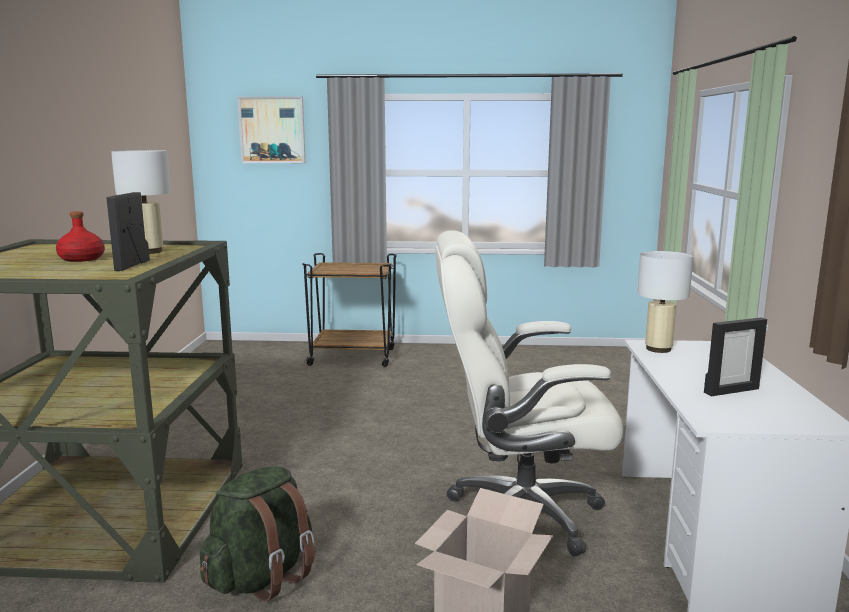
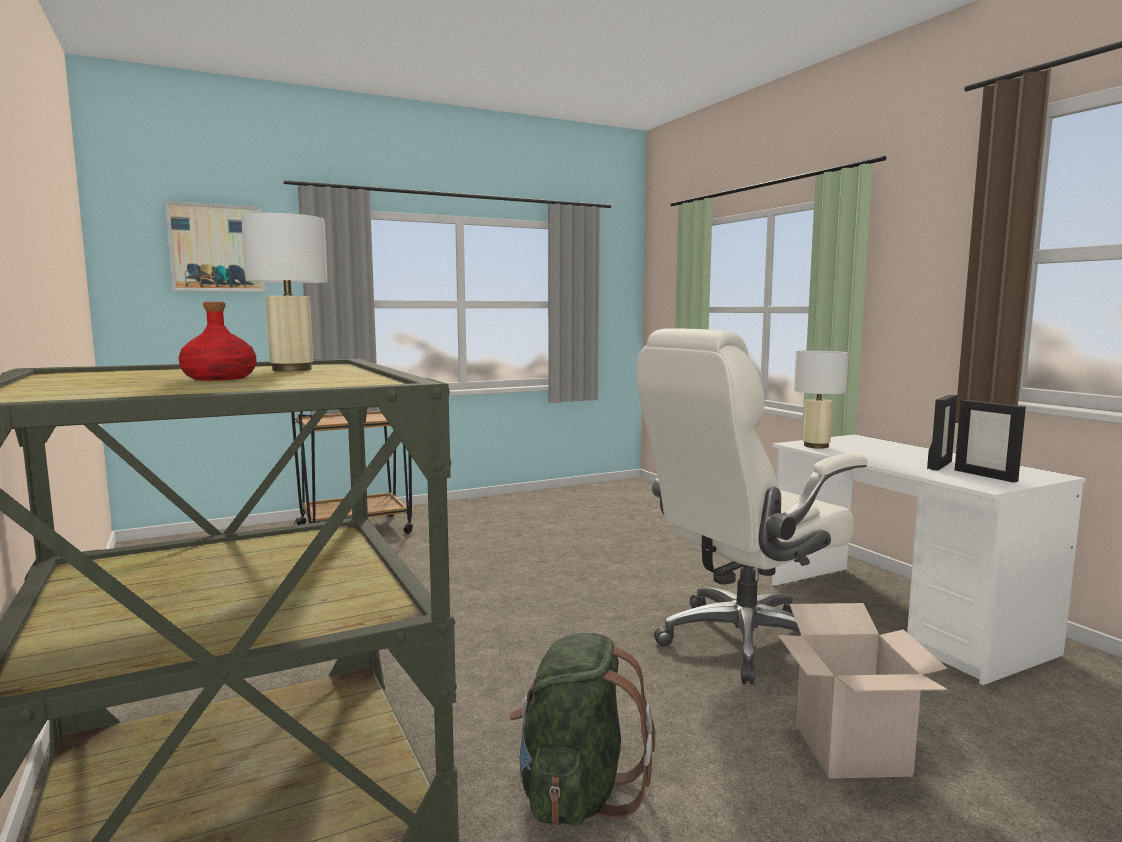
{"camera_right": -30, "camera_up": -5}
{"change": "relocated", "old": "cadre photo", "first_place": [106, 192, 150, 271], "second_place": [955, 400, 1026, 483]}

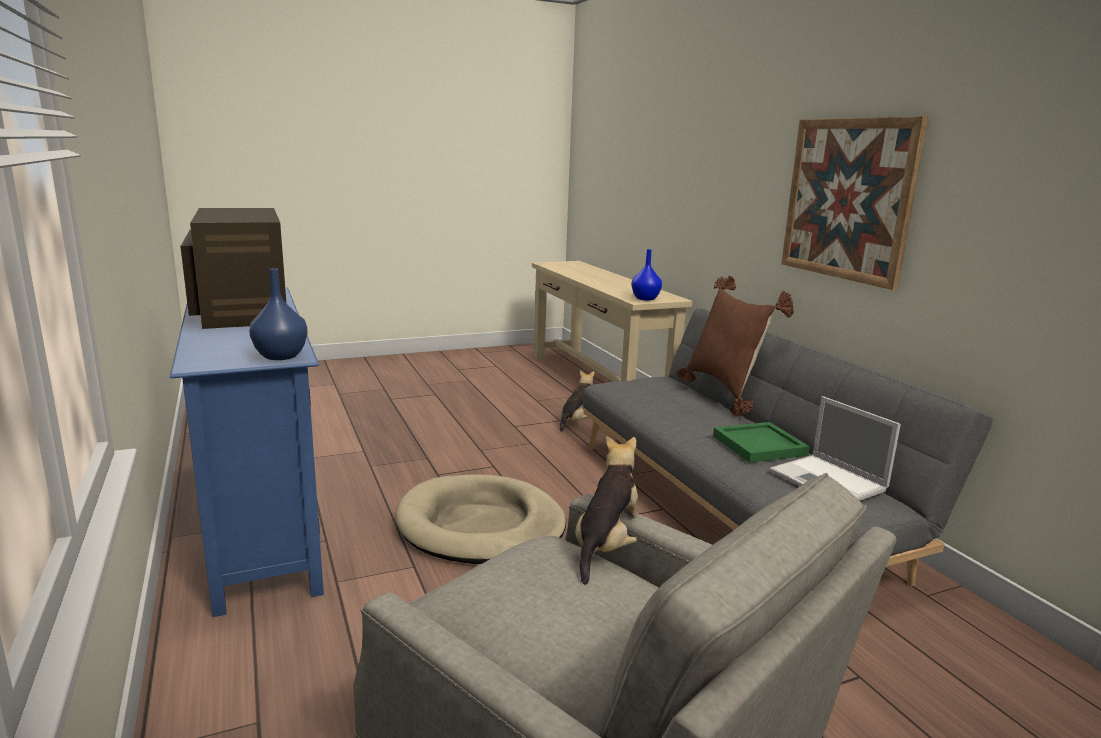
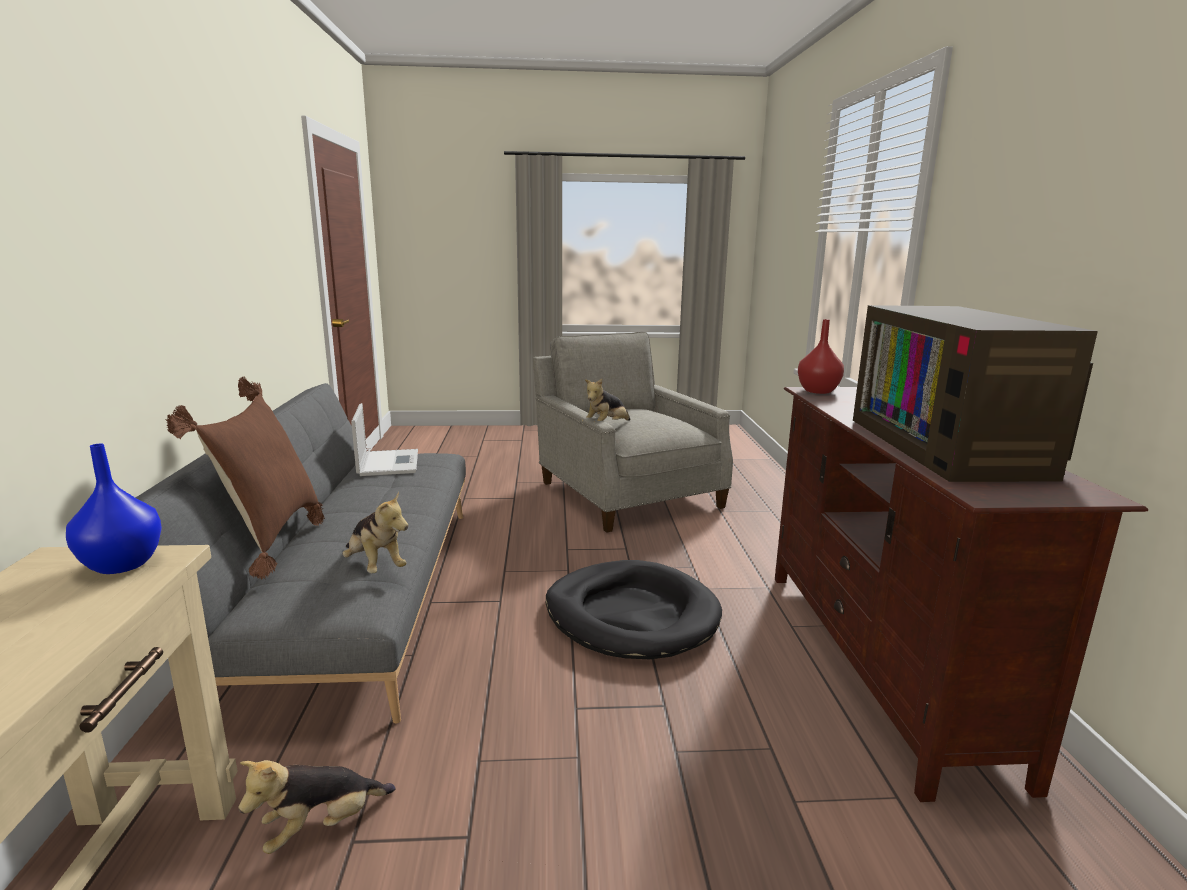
{"camera_right": -160, "camera_up": 0}
{"change": "missing", "old": "tableau", "first_place": [781, 116, 928, 290]}
{"change": "colour", "old": "vase/bleu", "new": "vase/rouge", "first_place": [249, 268, 308, 360], "second_place": [798, 319, 844, 394]}
{"change": "colour", "old": "meuble télé/bleu", "new": "meuble télé/marron", "first_place": [170, 287, 324, 617], "second_place": [775, 387, 1148, 802]}
{"change": "missing", "old": "plateau/vert", "first_place": [713, 422, 810, 463]}
{"change": "colour", "old": "panier pour chien/beige", "new": "panier pour chien/noir", "first_place": [395, 474, 566, 564], "second_place": [546, 560, 722, 659]}
{"change": "appeared", "new": "peluche", "second_place": [343, 491, 408, 573]}

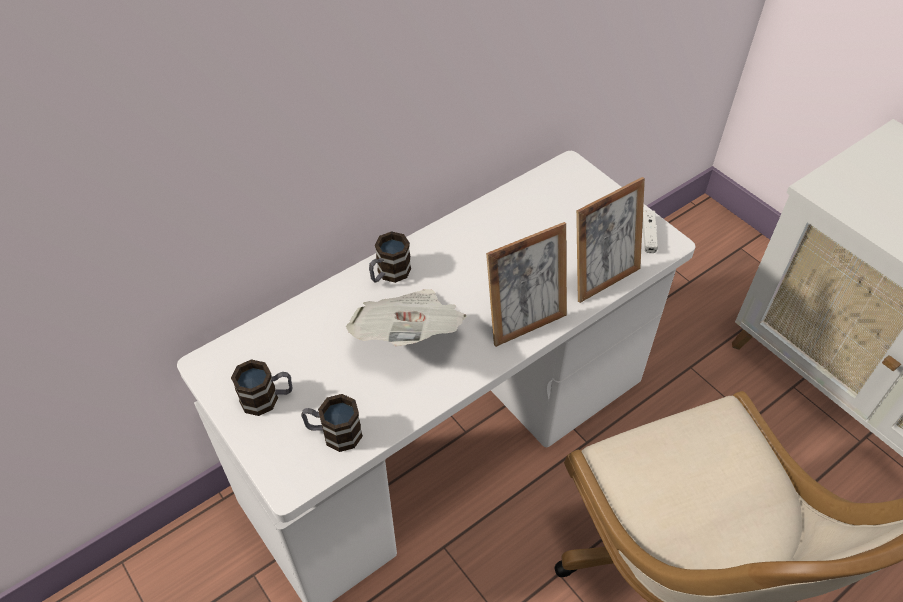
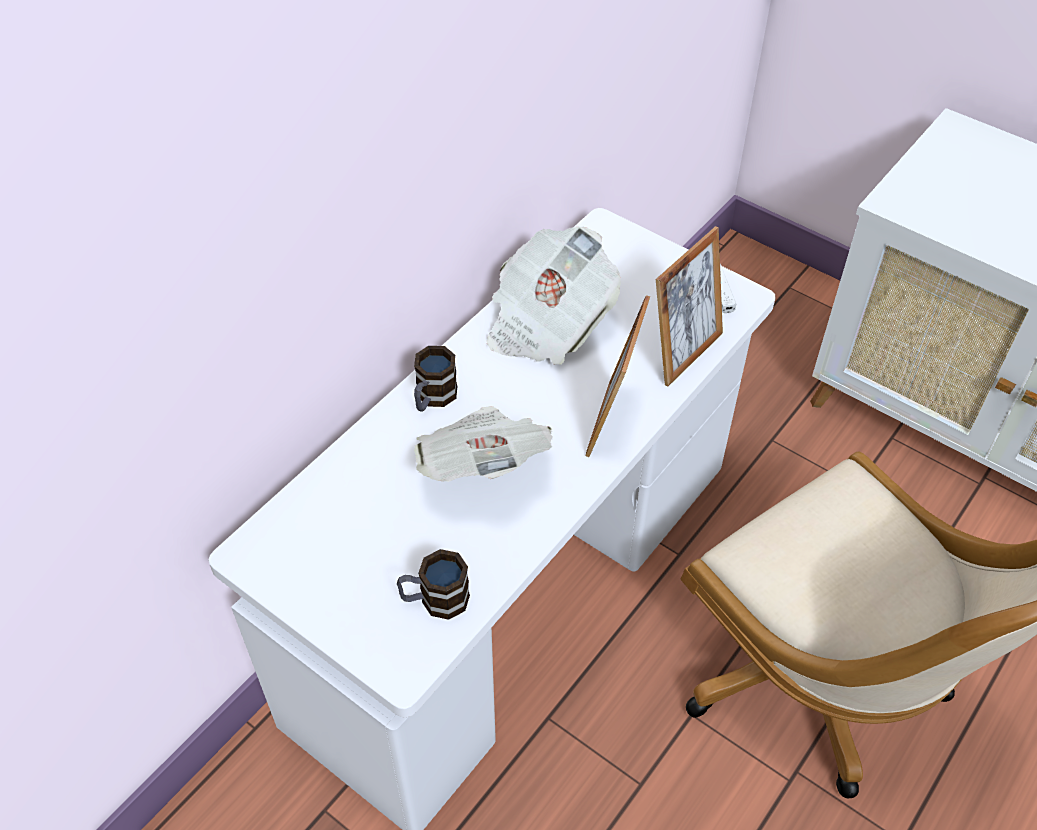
{"camera_right": -15, "camera_up": 0}
{"change": "spun", "old": "cadre photo", "first_place": [486, 222, 567, 347], "second_place": [586, 295, 650, 457], "degrees": 150}
{"change": "missing", "old": "mug", "first_place": [231, 359, 293, 416]}
{"change": "appeared", "new": "journal", "second_place": [487, 227, 621, 365]}

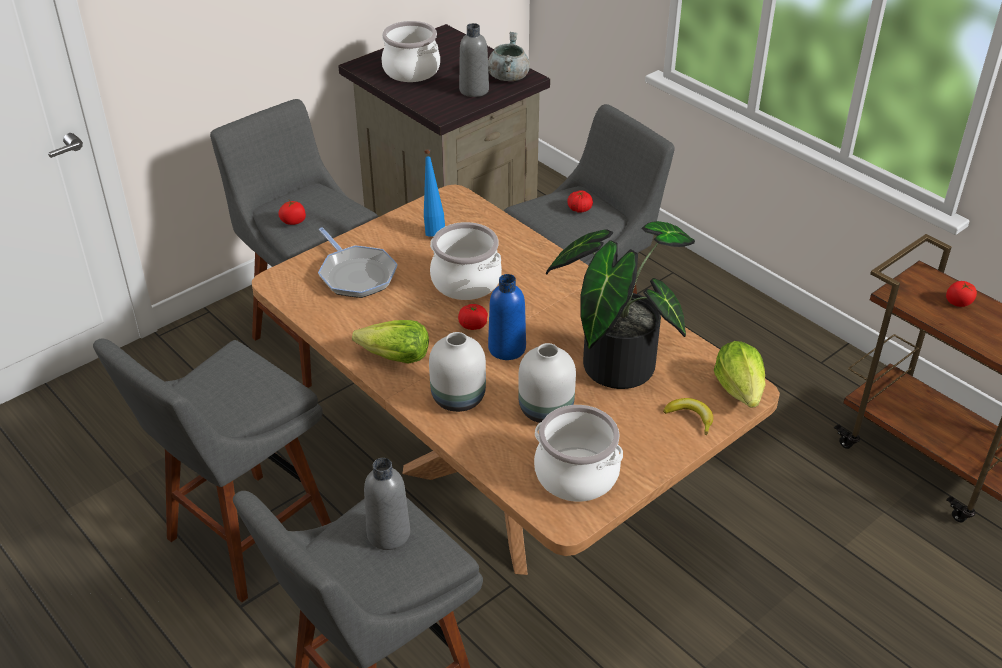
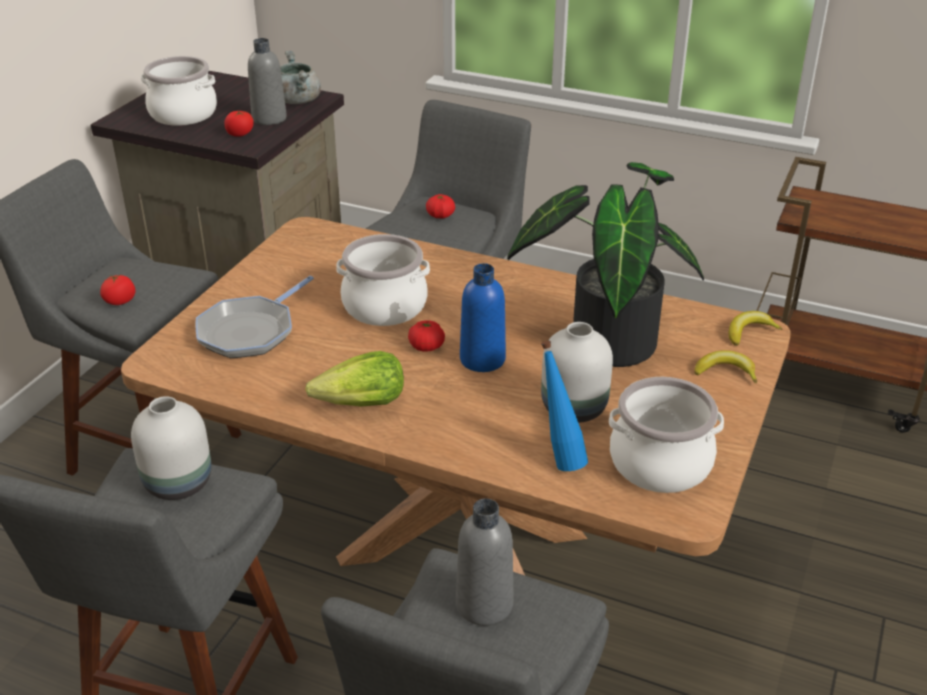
{"camera_right": -25, "camera_up": -5}
{"change": "relocated", "old": "bouteille/bleu", "first_place": [424, 149, 445, 237], "second_place": [541, 341, 588, 471]}
{"change": "spun", "old": "poêle", "first_place": [318, 227, 398, 298], "second_place": [196, 276, 314, 358], "degrees": 90}
{"change": "relocated", "old": "tomate", "first_place": [946, 281, 977, 307], "second_place": [224, 111, 254, 137]}
{"change": "relocated", "old": "vase/blanc", "first_place": [429, 332, 486, 412], "second_place": [131, 396, 211, 500]}
{"change": "exchanged", "old": "laitue", "new": "banane", "first_place": [714, 341, 766, 408], "second_place": [729, 311, 782, 346]}

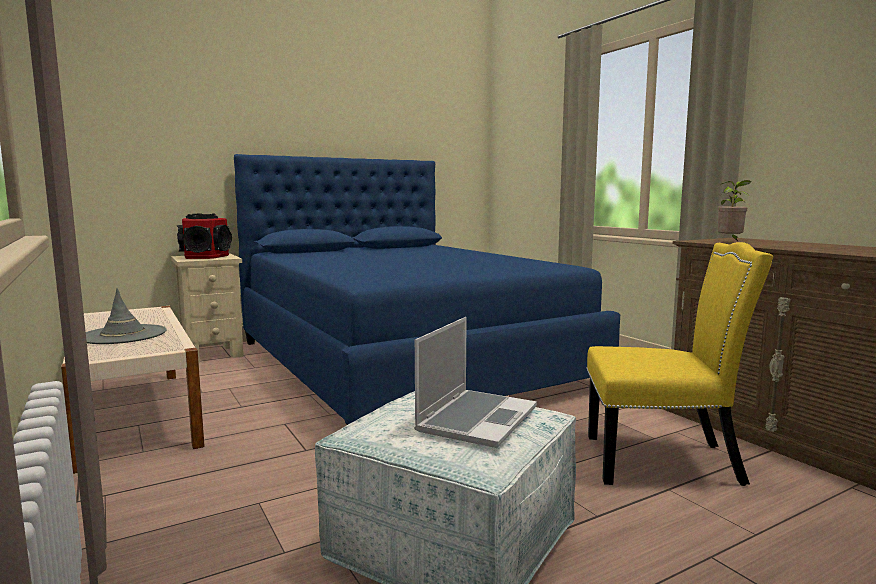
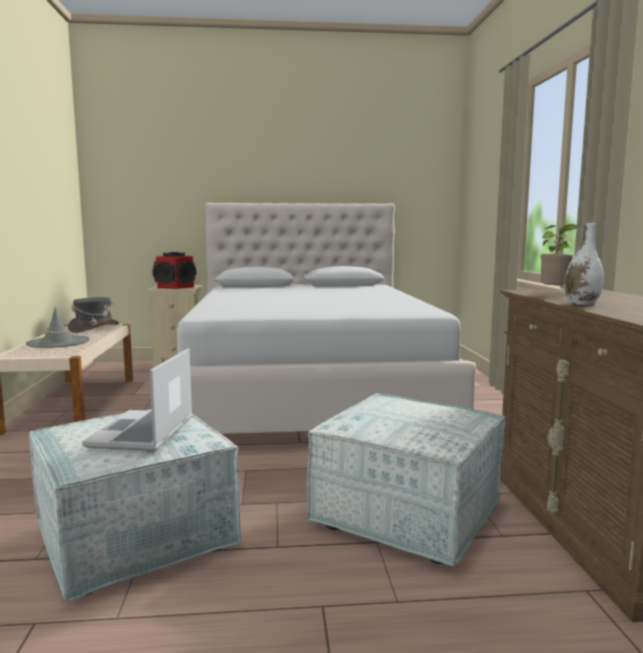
{"camera_right": 25, "camera_up": 0}
{"change": "colour", "old": "lit/bleu", "new": "lit/blanc", "first_place": [234, 154, 620, 425], "second_place": [177, 203, 476, 434]}
{"change": "exchanged", "old": "chaise/jaune", "new": "pouf/blanc", "first_place": [586, 242, 773, 486], "second_place": [307, 393, 505, 566]}
{"change": "spun", "old": "ordinateur portable", "first_place": [414, 317, 537, 448], "second_place": [82, 348, 193, 451], "degrees": 135}
{"change": "appeared", "new": "vase/blanc", "second_place": [564, 223, 604, 305]}
{"change": "appeared", "new": "chapeau/gris", "second_place": [68, 297, 119, 333]}

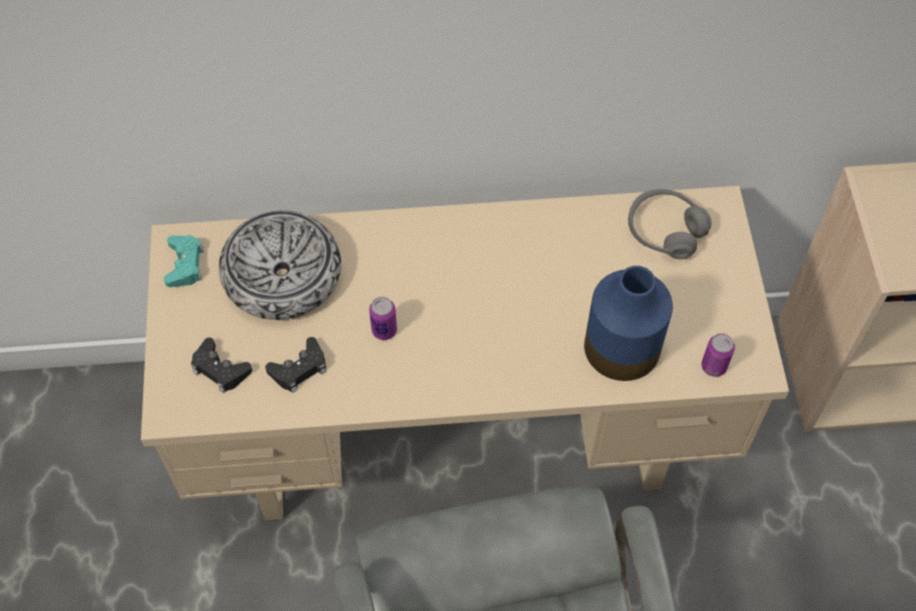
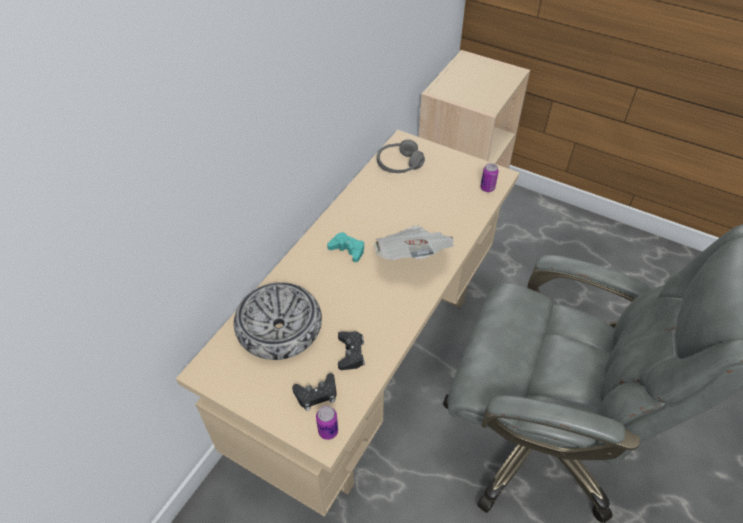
{"camera_right": -55, "camera_up": -10}
{"change": "relocated", "old": "manette/turquoise", "first_place": [164, 235, 204, 287], "second_place": [327, 232, 364, 262]}
{"change": "missing", "old": "vase/bleu", "first_place": [584, 266, 673, 381]}
{"change": "relocated", "old": "boîte métallique", "first_place": [369, 297, 397, 340], "second_place": [316, 406, 338, 440]}
{"change": "appeared", "new": "journal", "second_place": [374, 225, 454, 260]}

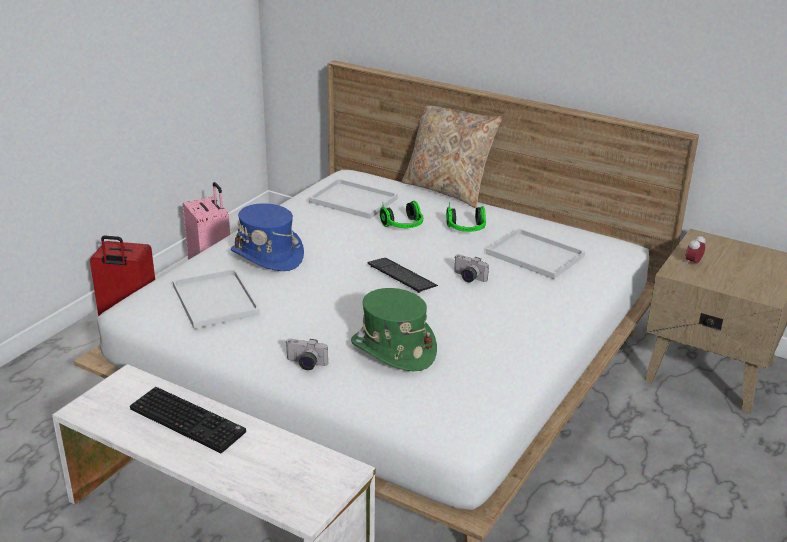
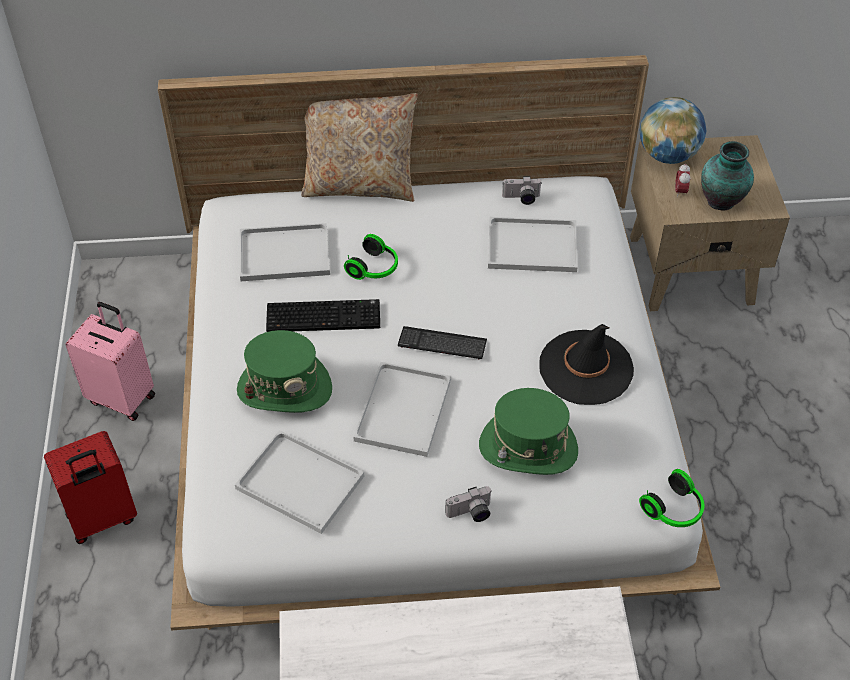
{"camera_right": -35, "camera_up": 20}
{"change": "relocated", "old": "casque audio", "first_place": [446, 202, 486, 232], "second_place": [639, 469, 704, 527]}
{"change": "colour", "old": "chapeau/bleu", "new": "chapeau/vert", "first_place": [231, 203, 304, 271], "second_place": [237, 330, 332, 413]}
{"change": "relocated", "old": "appareil photo", "first_place": [454, 254, 489, 282], "second_place": [502, 176, 542, 205]}
{"change": "relocated", "old": "clavier", "first_place": [130, 387, 246, 453], "second_place": [266, 299, 380, 332]}
{"change": "appeared", "new": "globe", "second_place": [640, 97, 706, 164]}
{"change": "appeared", "new": "vase", "second_place": [701, 141, 754, 210]}
{"change": "appeared", "new": "chapeau/noir", "second_place": [539, 324, 634, 405]}
{"change": "appeared", "new": "plateau/blanc", "second_place": [354, 362, 451, 457]}

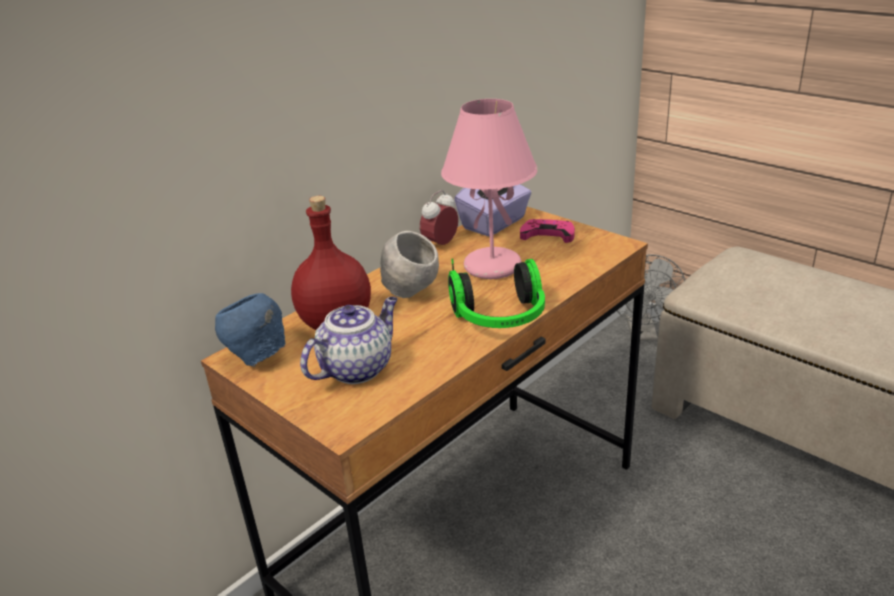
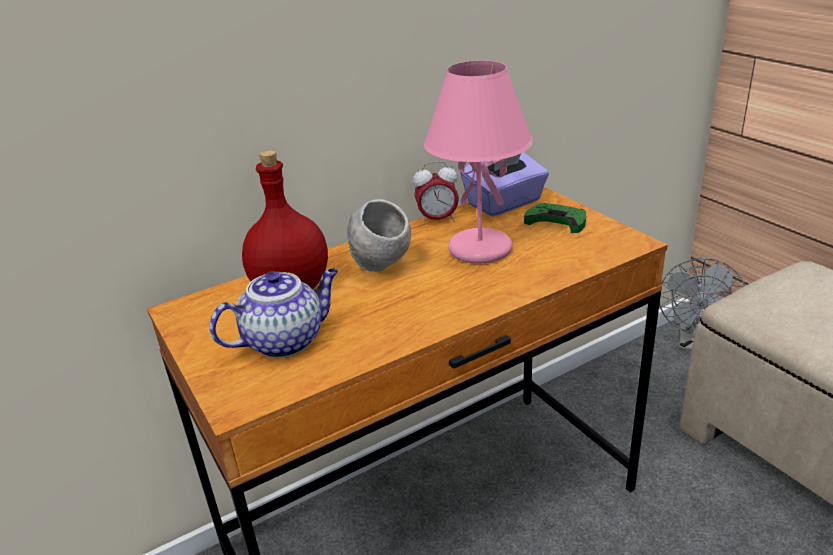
{"camera_right": 15, "camera_up": 0}
{"change": "spun", "old": "réveil", "first_place": [420, 190, 458, 245], "second_place": [413, 161, 459, 225], "degrees": -150}
{"change": "colour", "old": "manette/rose", "new": "manette/vert", "first_place": [520, 219, 575, 243], "second_place": [524, 203, 586, 233]}
{"change": "missing", "old": "casque audio", "first_place": [448, 259, 545, 328]}
{"change": "missing", "old": "bol/bleu", "first_place": [215, 293, 286, 367]}

